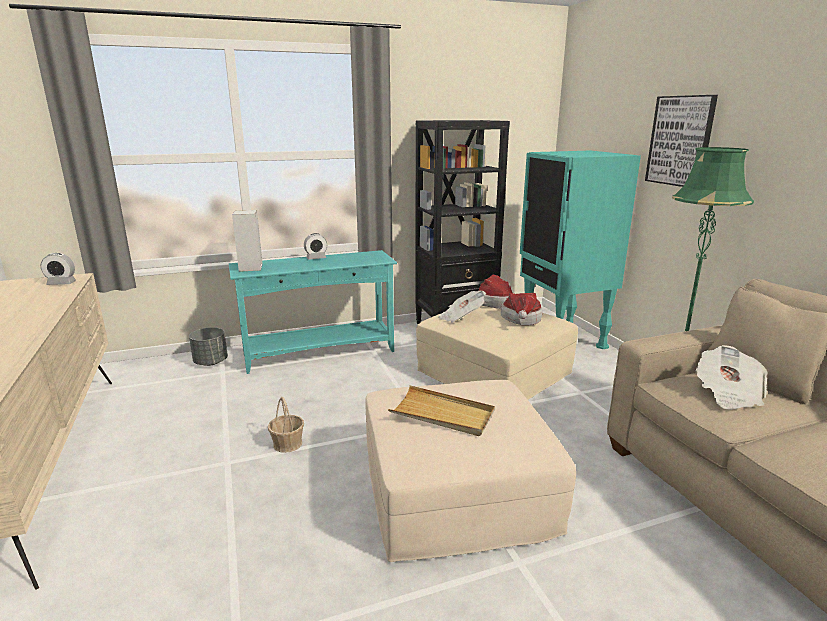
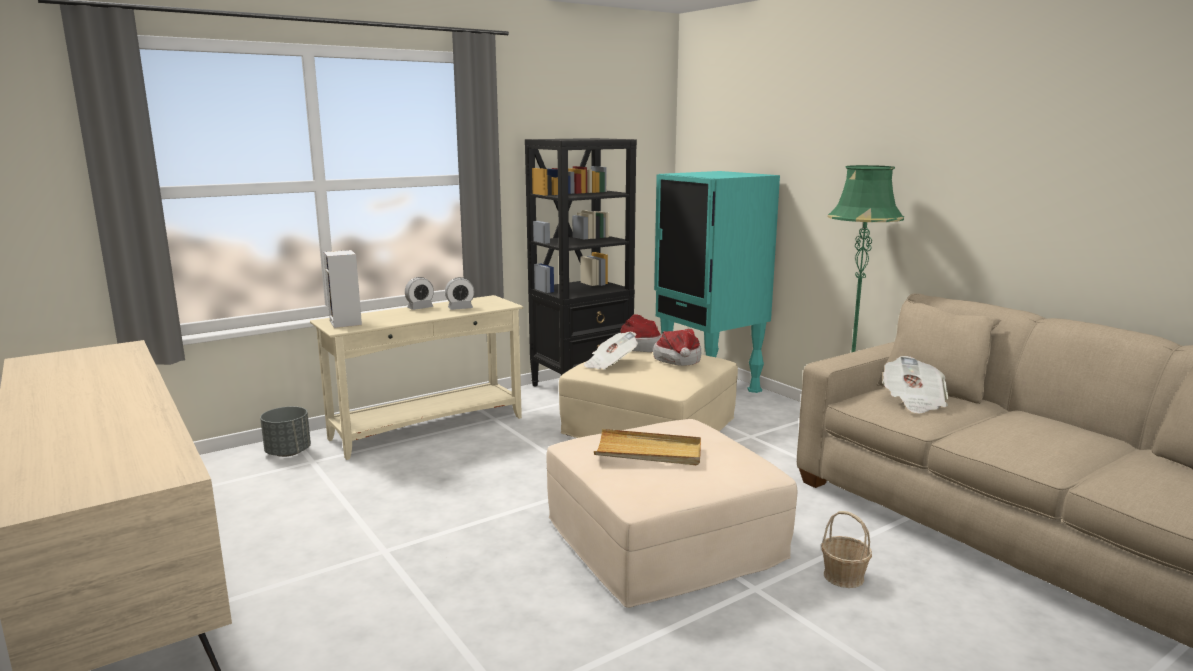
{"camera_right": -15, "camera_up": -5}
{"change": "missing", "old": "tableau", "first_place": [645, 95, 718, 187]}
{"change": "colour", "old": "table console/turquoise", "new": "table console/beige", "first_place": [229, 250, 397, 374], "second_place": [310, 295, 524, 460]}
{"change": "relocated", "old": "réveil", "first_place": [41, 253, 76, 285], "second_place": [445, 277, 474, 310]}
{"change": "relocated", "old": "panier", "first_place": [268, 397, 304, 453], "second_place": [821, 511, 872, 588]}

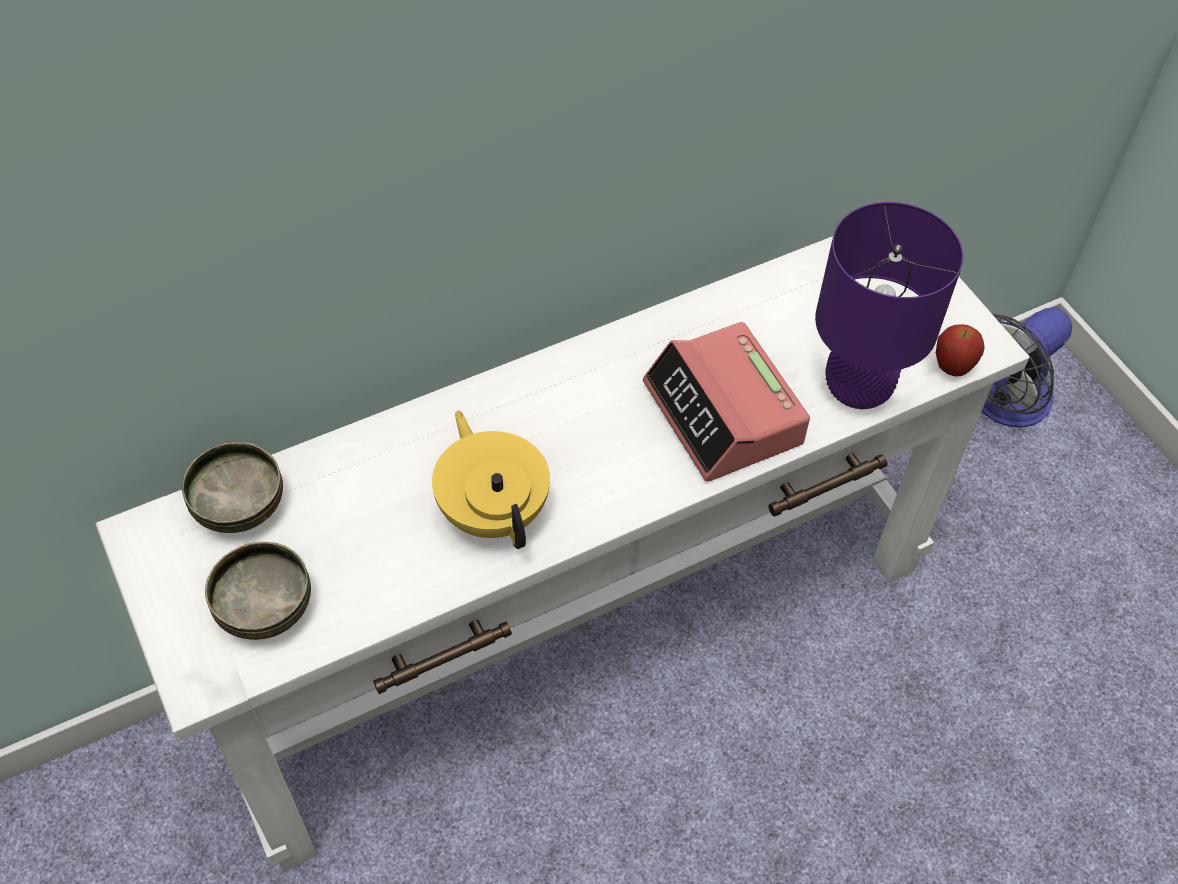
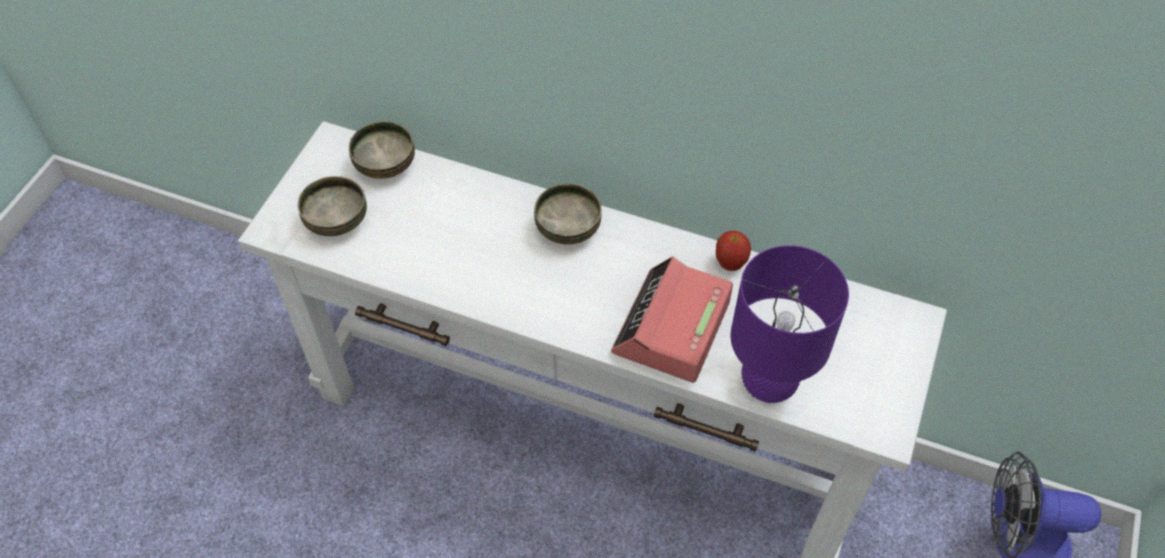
{"camera_right": 50, "camera_up": 0}
{"change": "relocated", "old": "pomme", "first_place": [936, 324, 985, 377], "second_place": [716, 231, 751, 271]}
{"change": "missing", "old": "théière/jaune", "first_place": [432, 411, 550, 549]}
{"change": "appeared", "new": "bol", "second_place": [534, 183, 602, 245]}

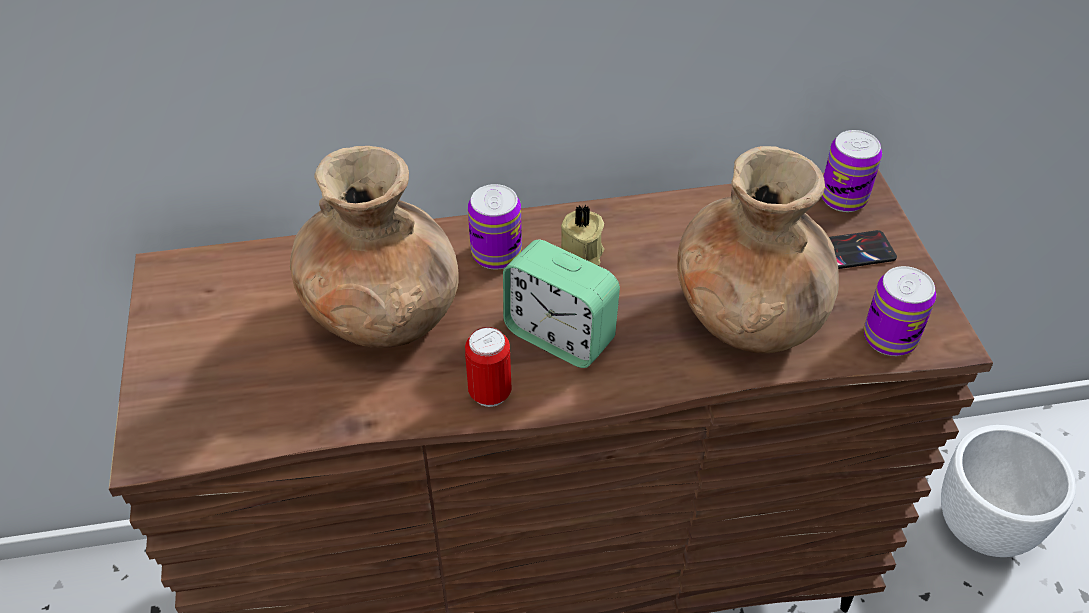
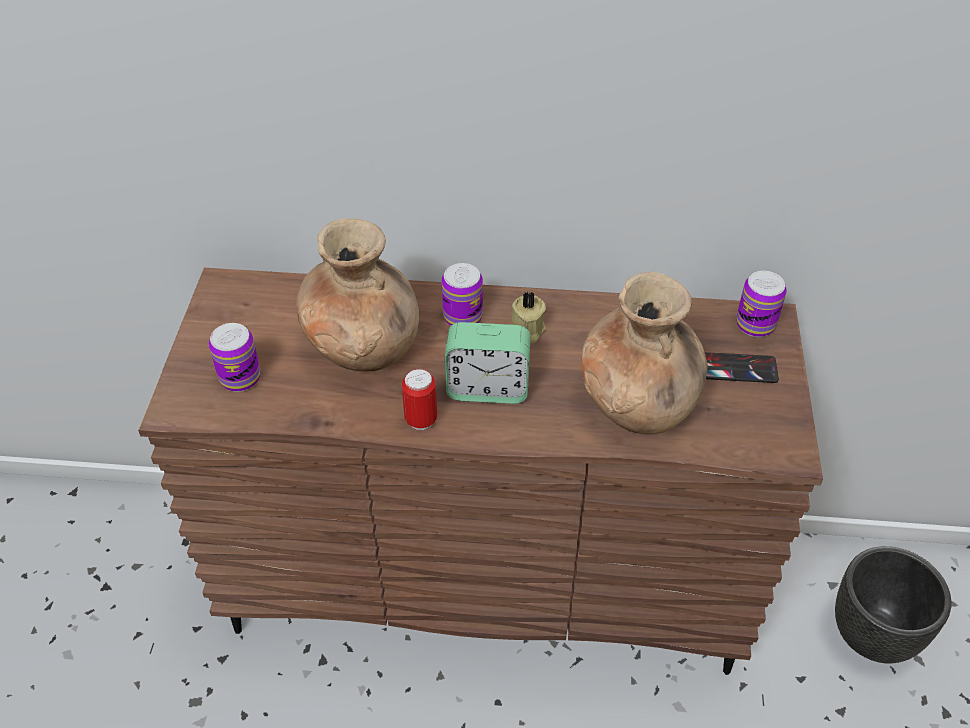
{"camera_right": 15, "camera_up": 0}
{"change": "spun", "old": "réveil", "first_place": [503, 240, 620, 368], "second_place": [445, 322, 530, 404], "degrees": -45}
{"change": "relocated", "old": "boîte métallique", "first_place": [864, 266, 936, 356], "second_place": [209, 323, 260, 392]}
{"change": "colour", "old": "cache-pot/blanc", "new": "cache-pot/noir", "first_place": [941, 425, 1076, 557], "second_place": [835, 546, 951, 663]}

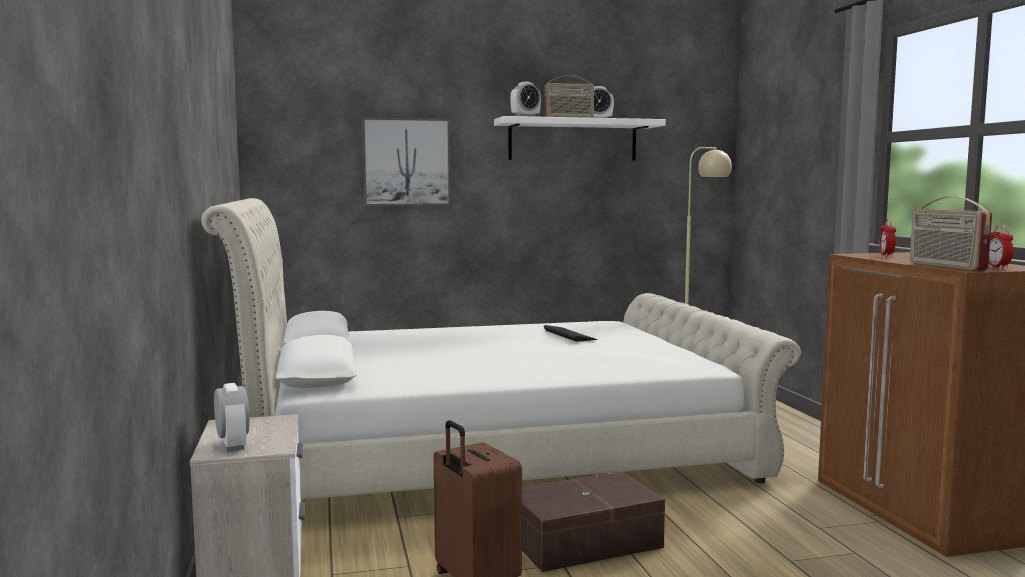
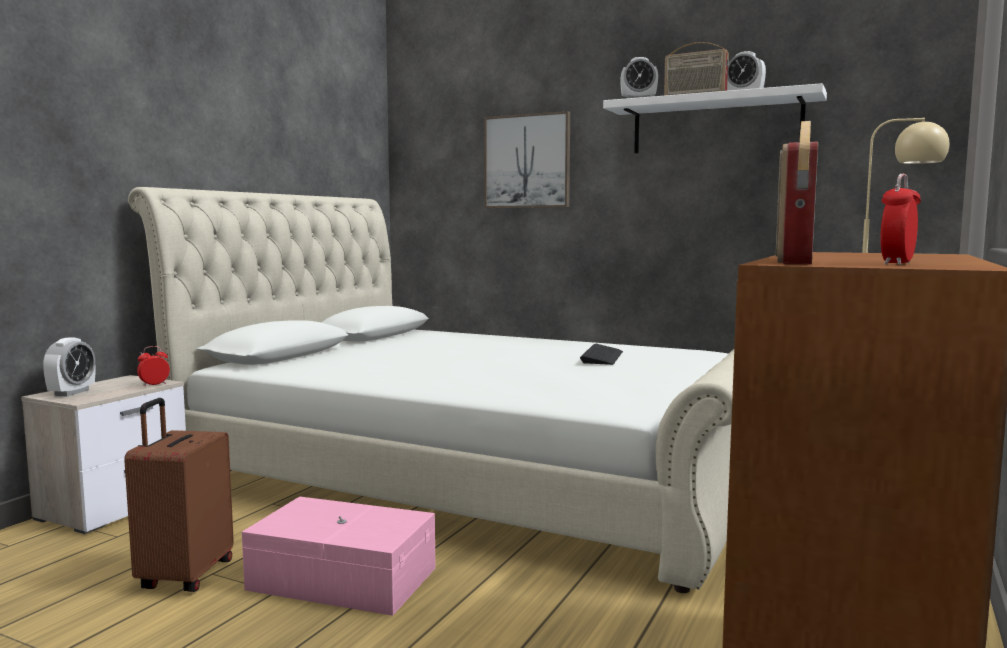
{"camera_right": 40, "camera_up": 0}
{"change": "relocated", "old": "réveil", "first_place": [879, 219, 896, 256], "second_place": [137, 346, 170, 386]}
{"change": "colour", "old": "boîte de rangement/marron", "new": "boîte de rangement/rose", "first_place": [522, 472, 665, 572], "second_place": [242, 496, 435, 616]}

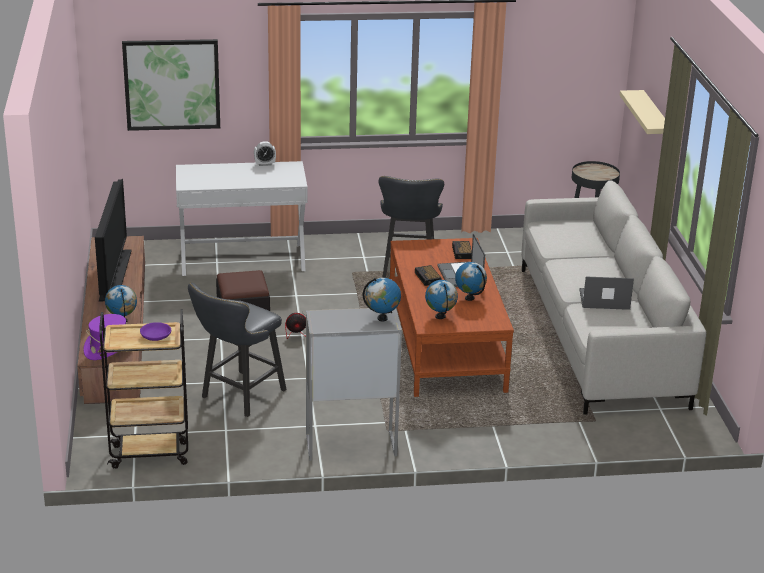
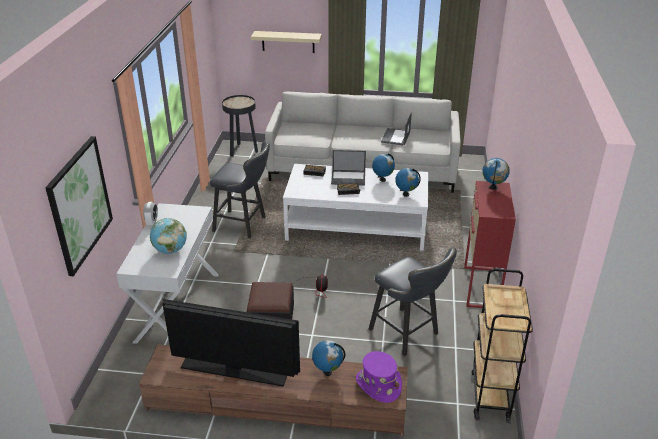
{"camera_right": -75, "camera_up": 5}
{"change": "colour", "old": "table basse/marron", "new": "table basse/blanc", "first_place": [389, 238, 514, 397], "second_place": [283, 164, 429, 251]}
{"change": "colour", "old": "meuble de rangement/gris", "new": "meuble de rangement/rouge", "first_place": [306, 308, 402, 461], "second_place": [464, 181, 516, 308]}
{"change": "missing", "old": "bol/violet", "first_place": [140, 322, 171, 341]}
{"change": "appeared", "new": "globe", "second_place": [150, 218, 187, 254]}

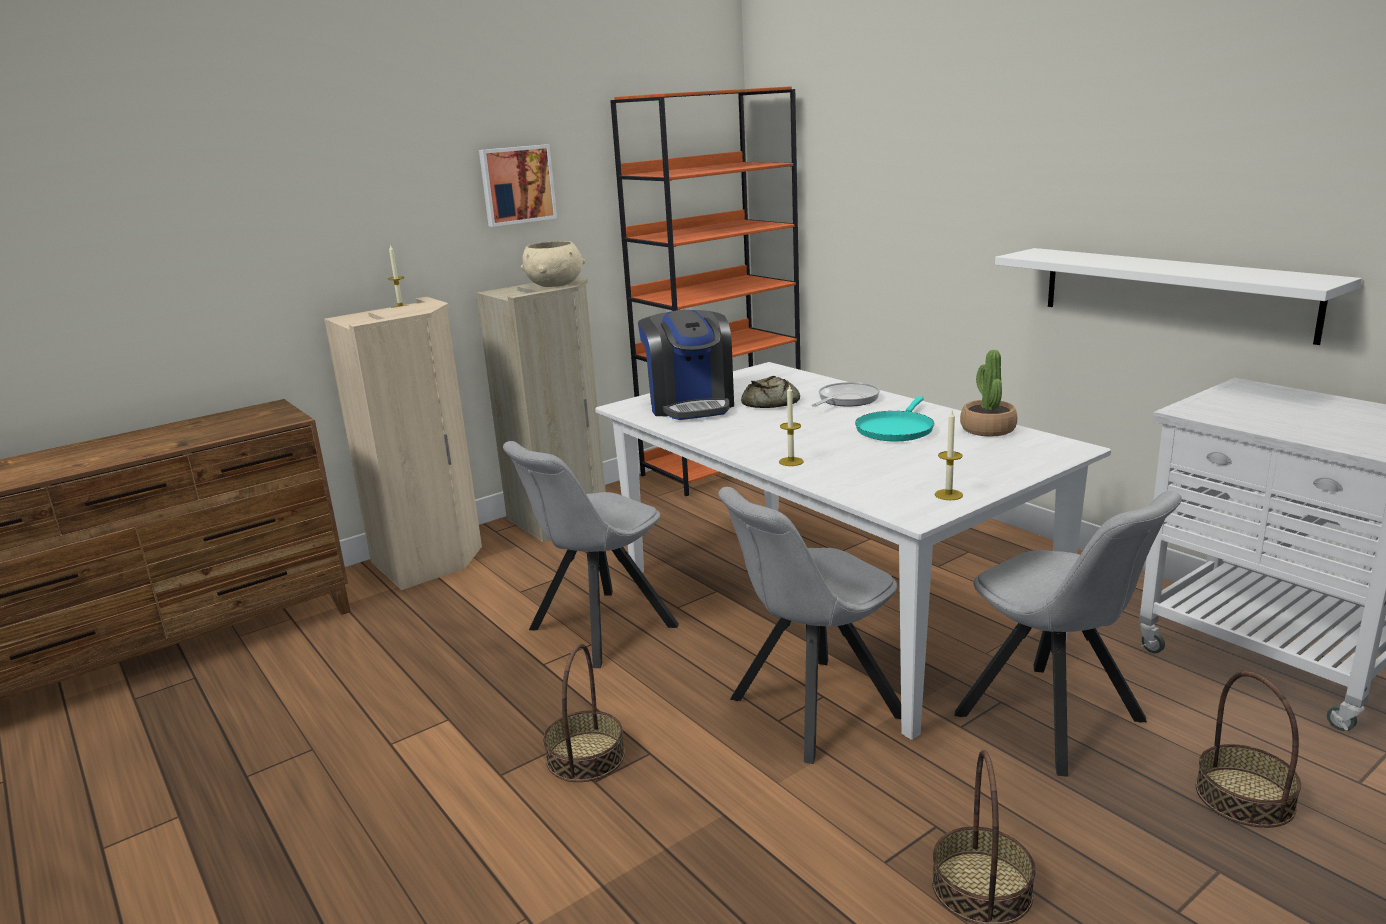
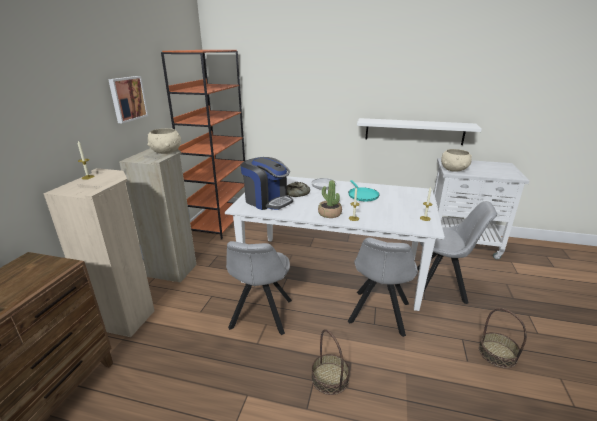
{"camera_right": -40, "camera_up": 5}
{"change": "relocated", "old": "plante en pot", "first_place": [960, 350, 1017, 436], "second_place": [318, 180, 342, 218]}
{"change": "missing", "old": "panier", "first_place": [1196, 671, 1301, 828]}
{"change": "appeared", "new": "bol/beige", "second_place": [441, 149, 472, 172]}

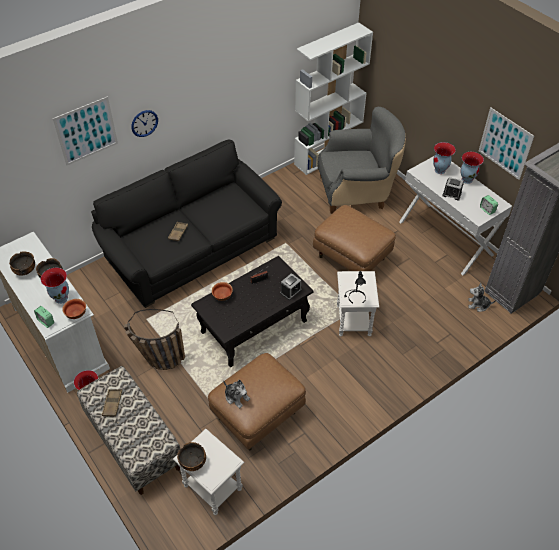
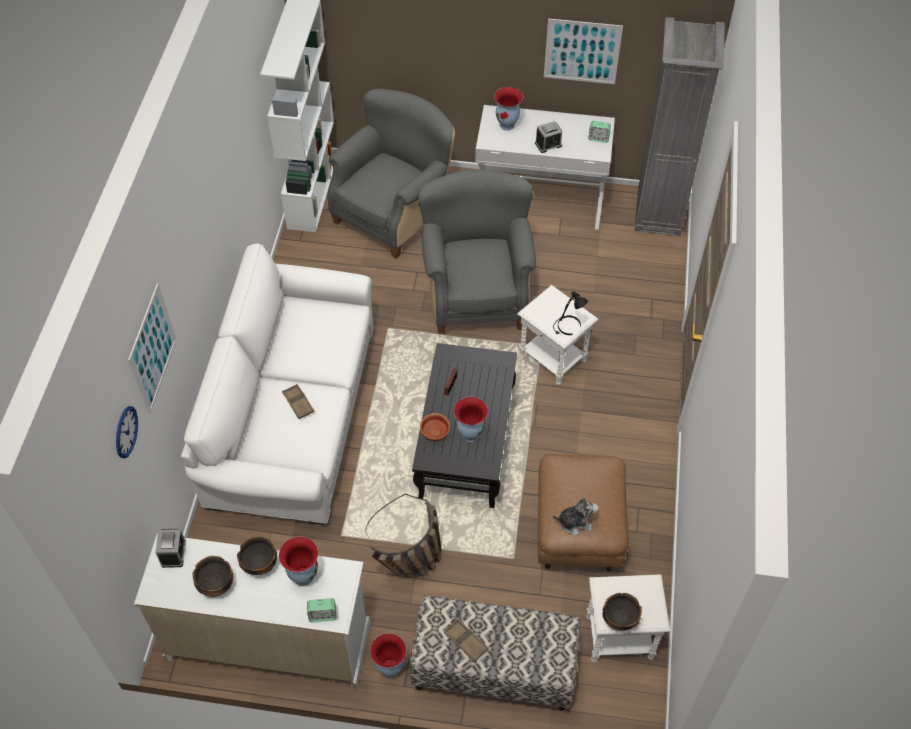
{"camera_right": -45, "camera_up": 5}
{"change": "relocated", "old": "horloge murale", "first_place": [131, 110, 158, 137], "second_place": [116, 406, 138, 458]}
{"change": "colour", "old": "canapé/noir", "new": "canapé/blanc", "first_place": [91, 140, 282, 308], "second_place": [181, 244, 374, 525]}
{"change": "relocated", "old": "vase", "first_place": [460, 152, 484, 184], "second_place": [454, 397, 488, 442]}
{"change": "exchanged", "old": "pouf/marron", "new": "fauteuil/gris", "first_place": [313, 205, 396, 271], "second_place": [418, 170, 536, 334]}
{"change": "relocated", "old": "réveil", "first_place": [280, 273, 302, 300], "second_place": [155, 529, 186, 568]}
{"change": "missing", "old": "peluche", "first_place": [468, 283, 496, 312]}
{"change": "missing", "old": "bol", "first_place": [62, 299, 86, 319]}

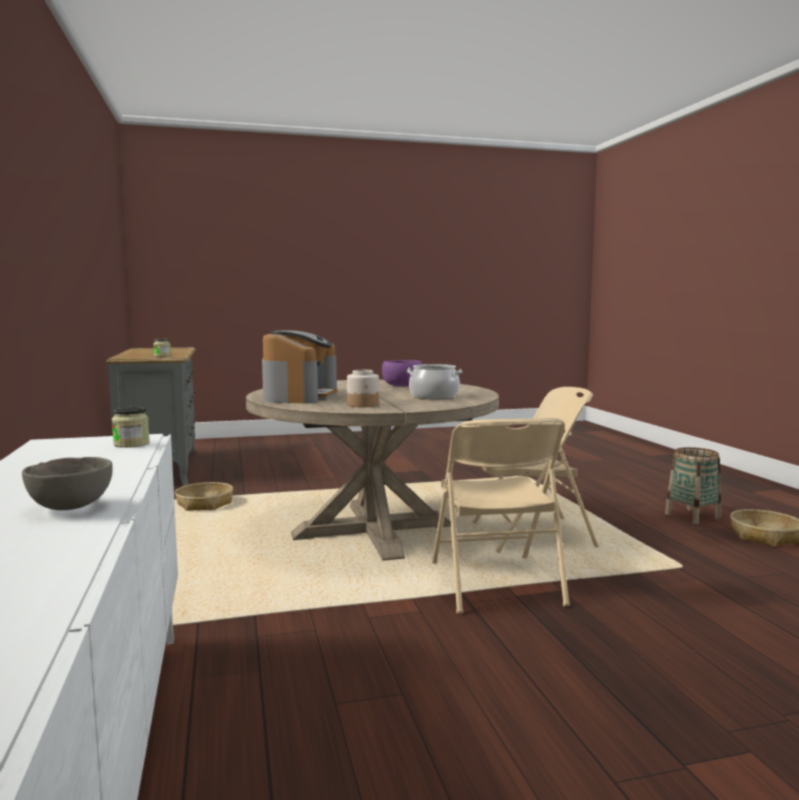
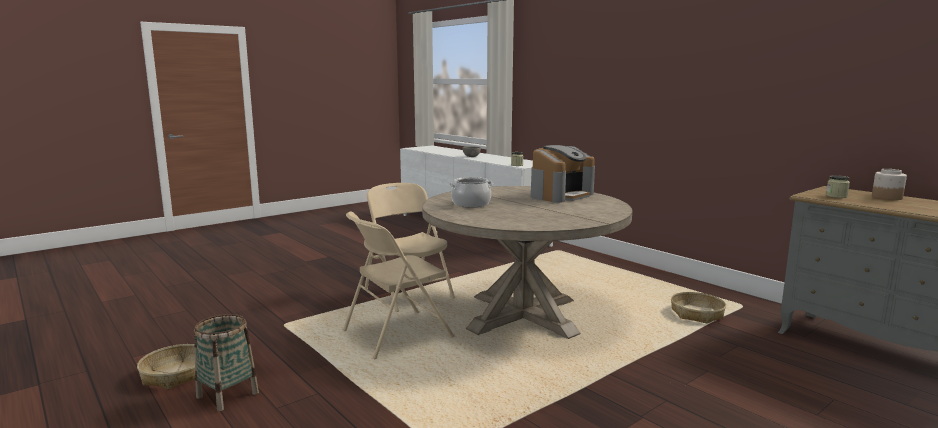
{"camera_right": 155, "camera_up": 5}
{"change": "spun", "old": "machine à café", "first_place": [262, 330, 337, 404], "second_place": [531, 145, 595, 203], "degrees": -120}
{"change": "missing", "old": "bol/violet", "first_place": [382, 360, 422, 387]}
{"change": "relocated", "old": "bocal", "first_place": [347, 370, 379, 407], "second_place": [872, 169, 907, 200]}

